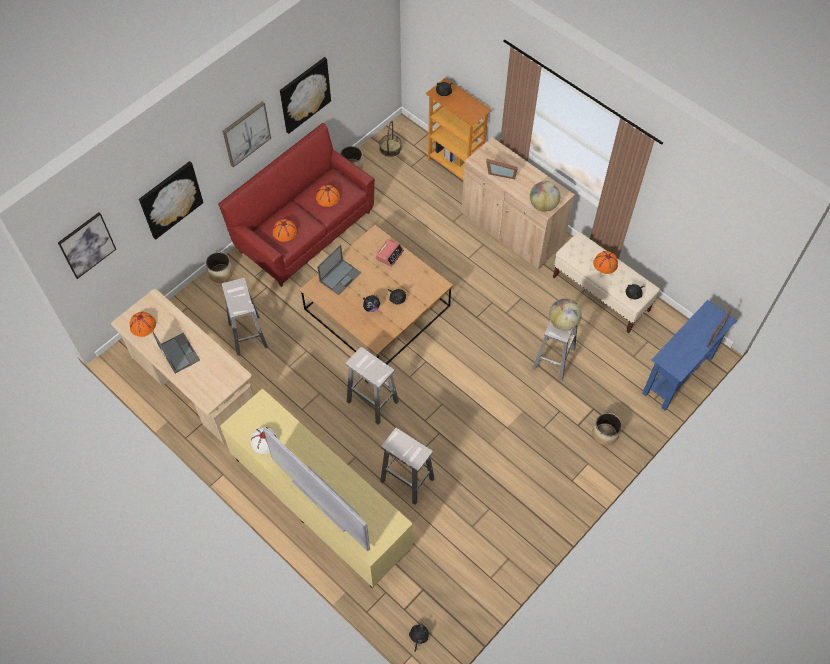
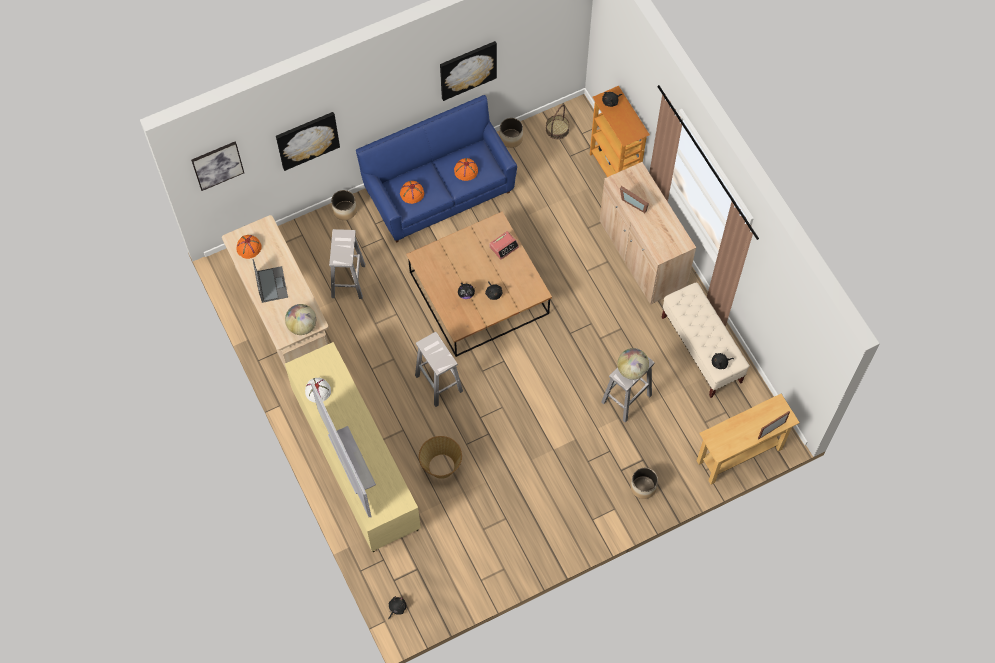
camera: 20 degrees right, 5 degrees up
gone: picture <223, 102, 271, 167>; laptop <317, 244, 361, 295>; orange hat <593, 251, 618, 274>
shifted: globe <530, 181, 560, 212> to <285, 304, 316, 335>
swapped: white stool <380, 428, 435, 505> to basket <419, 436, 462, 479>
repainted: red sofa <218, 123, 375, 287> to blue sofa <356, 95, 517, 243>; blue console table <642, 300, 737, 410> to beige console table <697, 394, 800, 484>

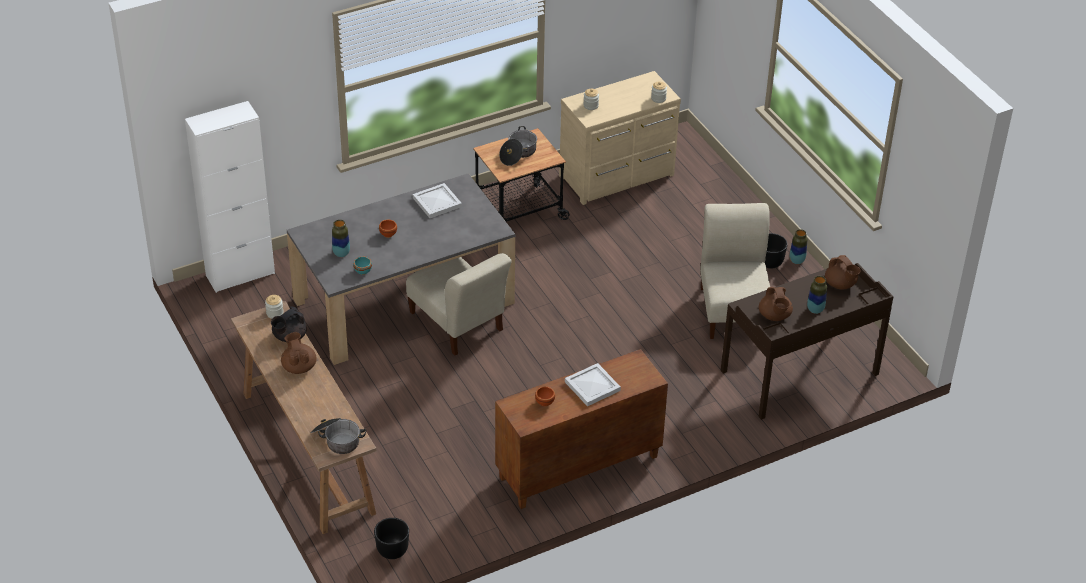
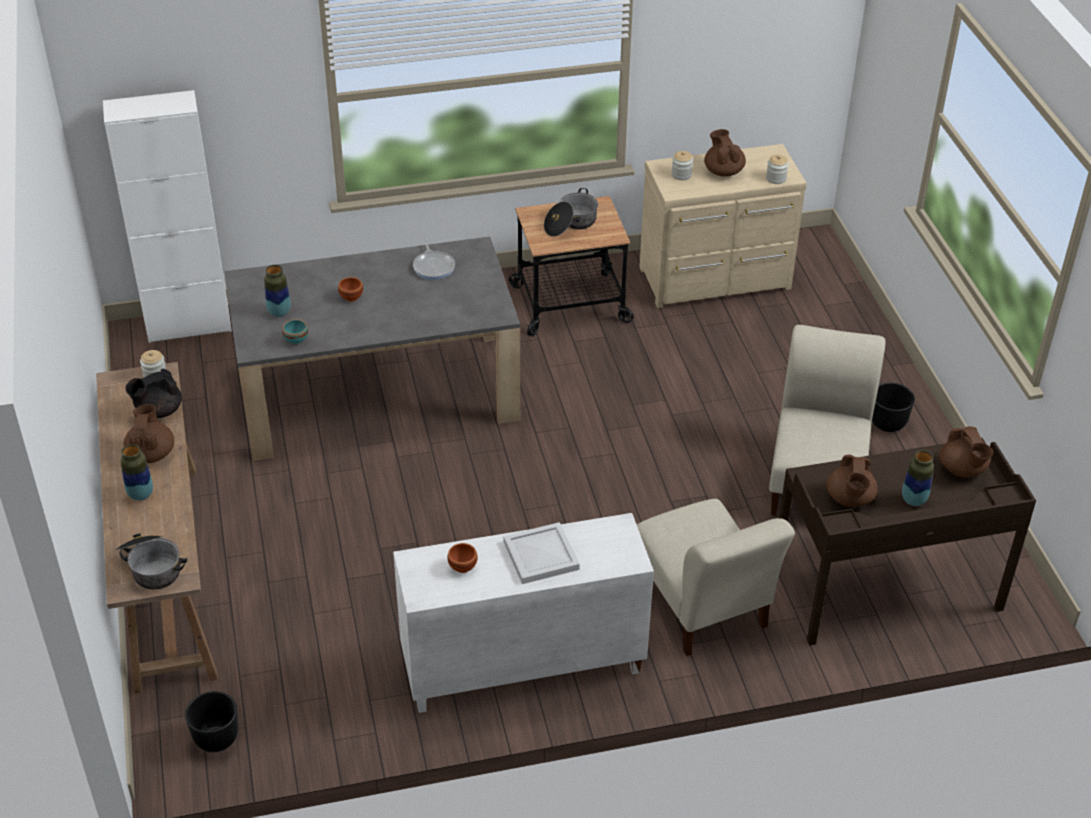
camera: 15 degrees right, 0 degrees up
new: brown teapot <704, 129, 746, 177>
shifted: vase <790, 229, 807, 264> to <121, 444, 153, 501>; beige chair <406, 253, 512, 356> to <637, 499, 795, 656>
swapped: white tray <413, 183, 462, 218> to frying pan <413, 238, 455, 280>
repainted: brown cabinet <495, 349, 668, 509> to white cabinet <393, 513, 654, 713>

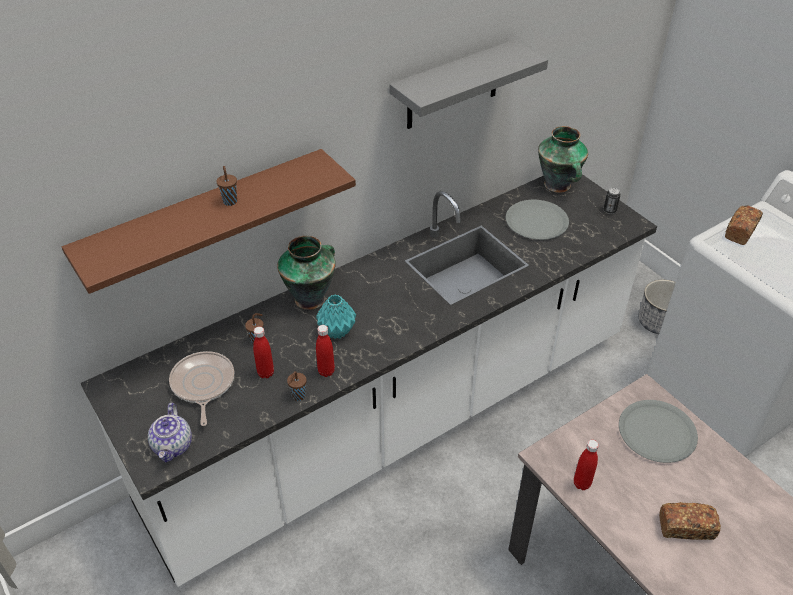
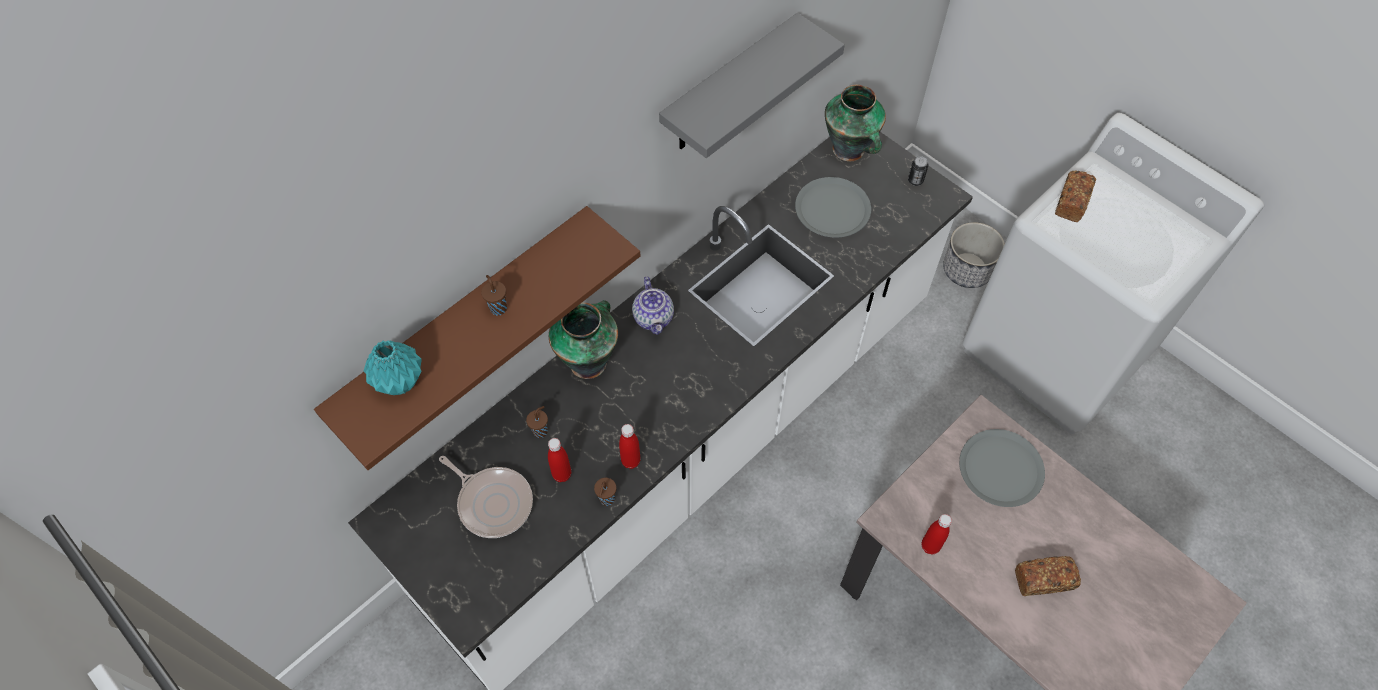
camera: 10 degrees left, 15 degrees up
shifted: turquoise vase <316, 295, 356, 339> to <364, 340, 422, 395>; teapot <148, 403, 192, 462> to <632, 277, 674, 335>
rotated: frying pan <169, 351, 234, 426> = <439, 456, 533, 538> 150 degrees clockwise

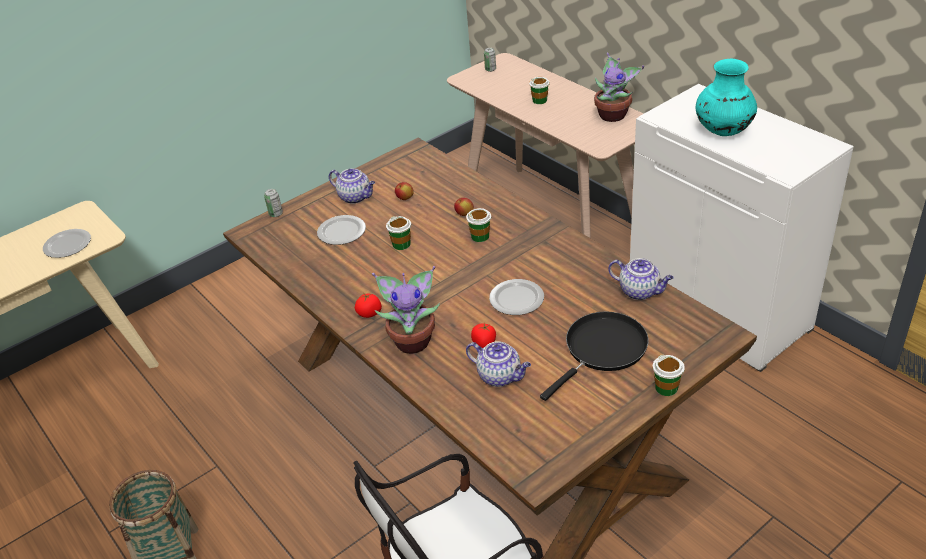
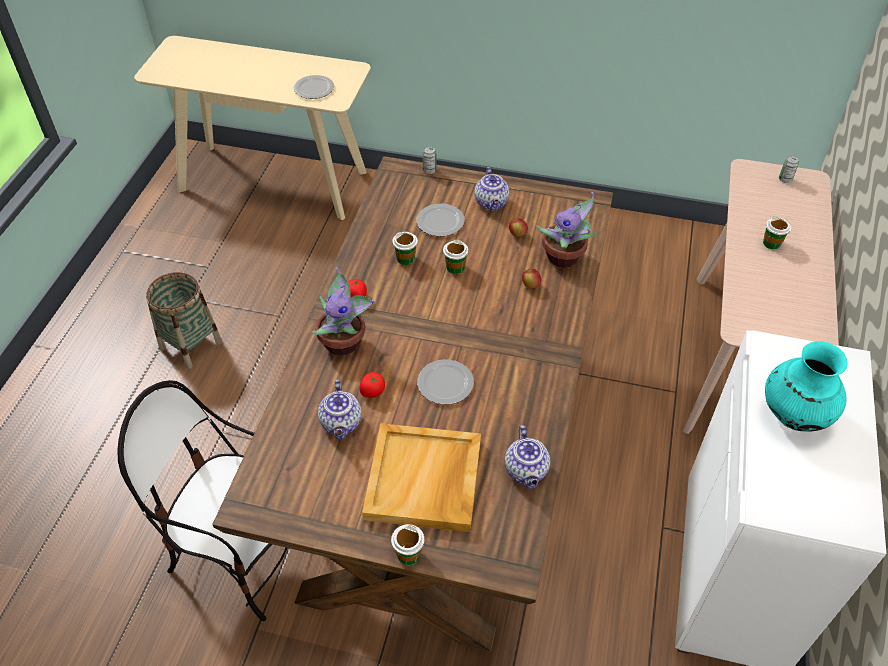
camera: 50 degrees right, 10 degrees up
shifted: potted plant <594, 53, 644, 122> to <536, 192, 597, 268>; cup <466, 208, 491, 242> to <392, 232, 418, 265>
swapped: black frying pan <540, 311, 649, 401> to beige tray <362, 423, 481, 532>

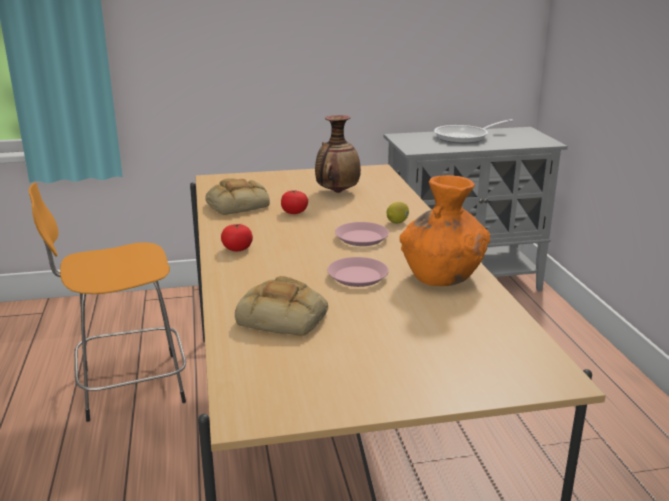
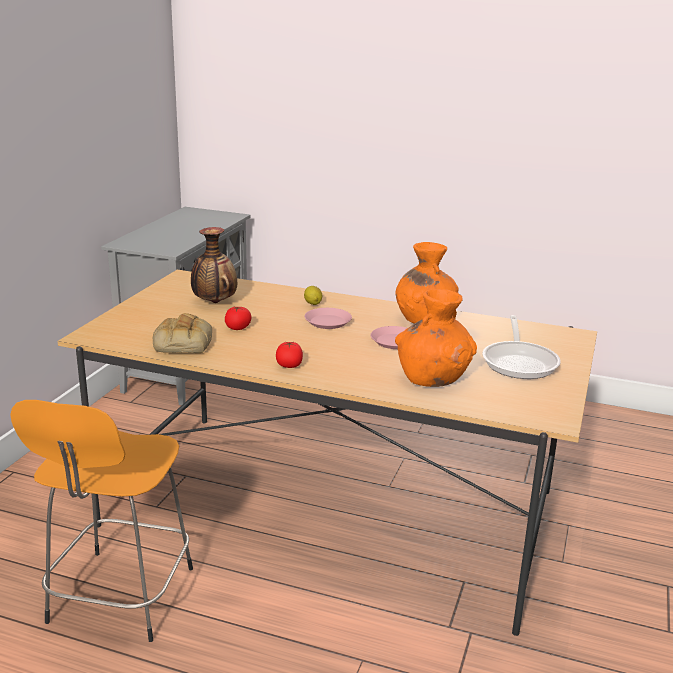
camera: 60 degrees left, 0 degrees up
shifted: frying pan <434, 119, 514, 143> to <482, 315, 561, 379>
swapped: bread <235, 276, 328, 336> to orange vase <395, 289, 477, 387>

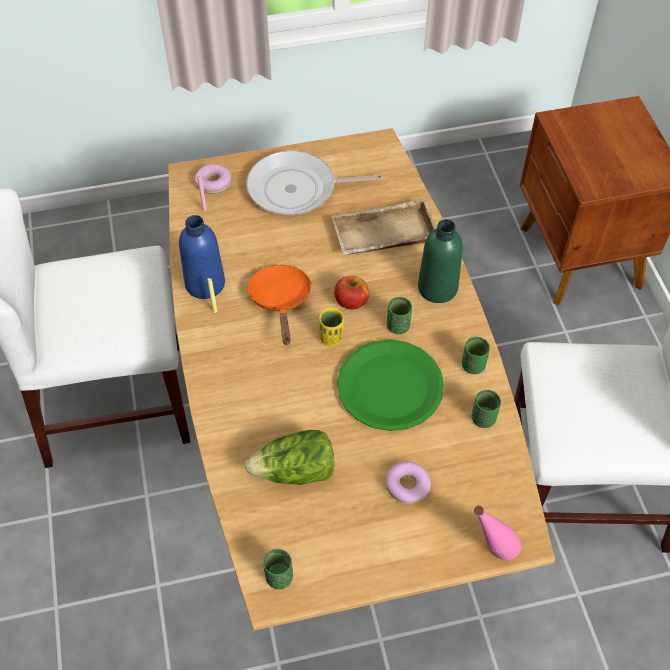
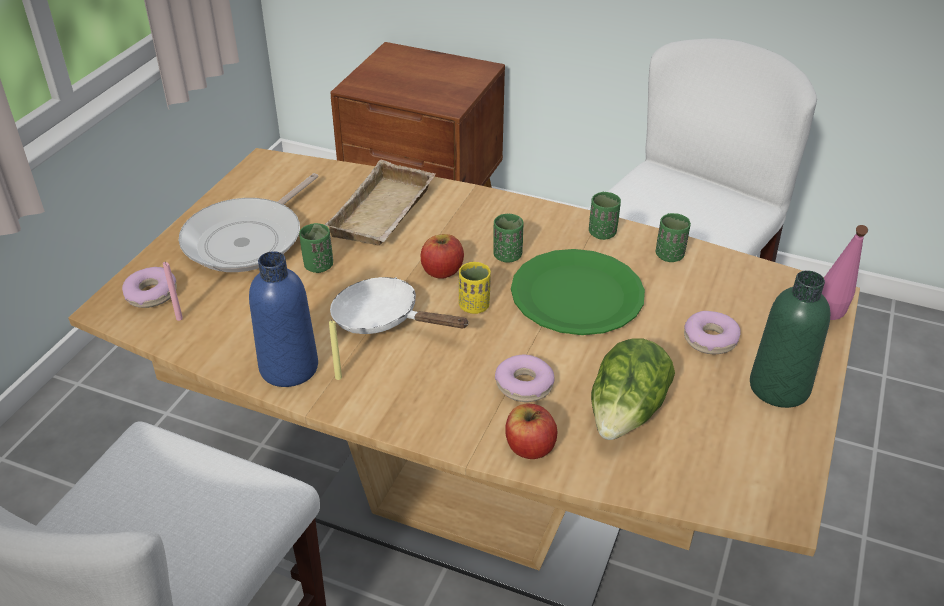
camera: 55 degrees left, 15 degrees down
new: donut <495, 355, 554, 402>; apple <505, 404, 557, 459>
shifted: green bottle <418, 219, 463, 303> to <750, 270, 830, 408>; green cup <263, 549, 293, 589> to <299, 223, 333, 273>
repainted: orange frying pan <246, 265, 312, 345> to white frying pan <330, 277, 469, 334>

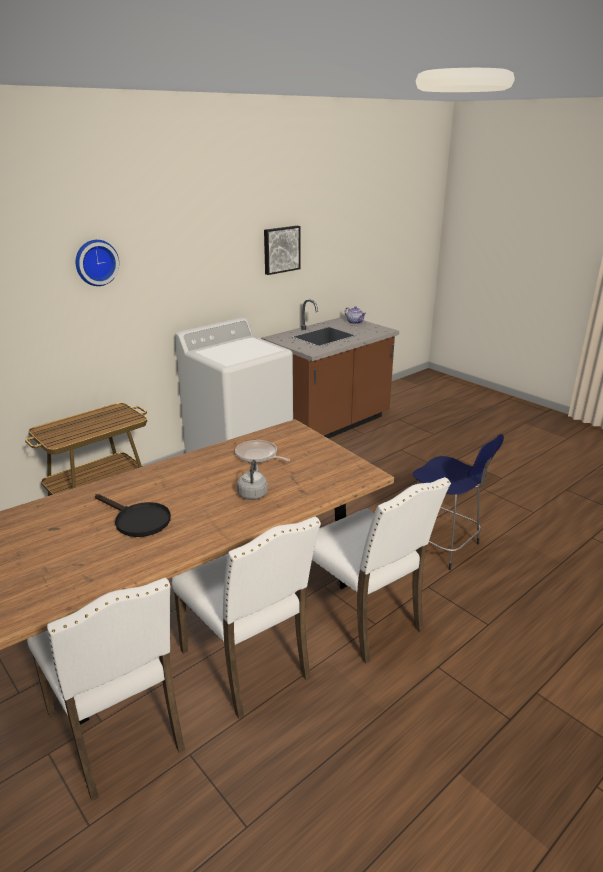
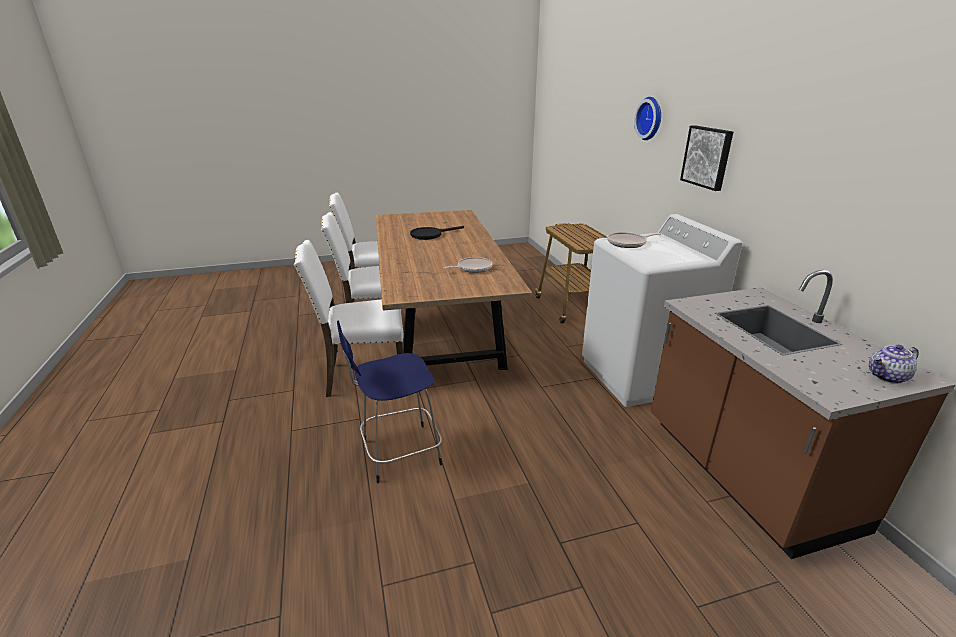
camera: 115 degrees right, 0 degrees up
gone: grey kettle <237, 460, 268, 500>
new: frying pan <607, 232, 661, 248>
shifted: picture <264, 226, 301, 275> to <680, 125, 733, 191>

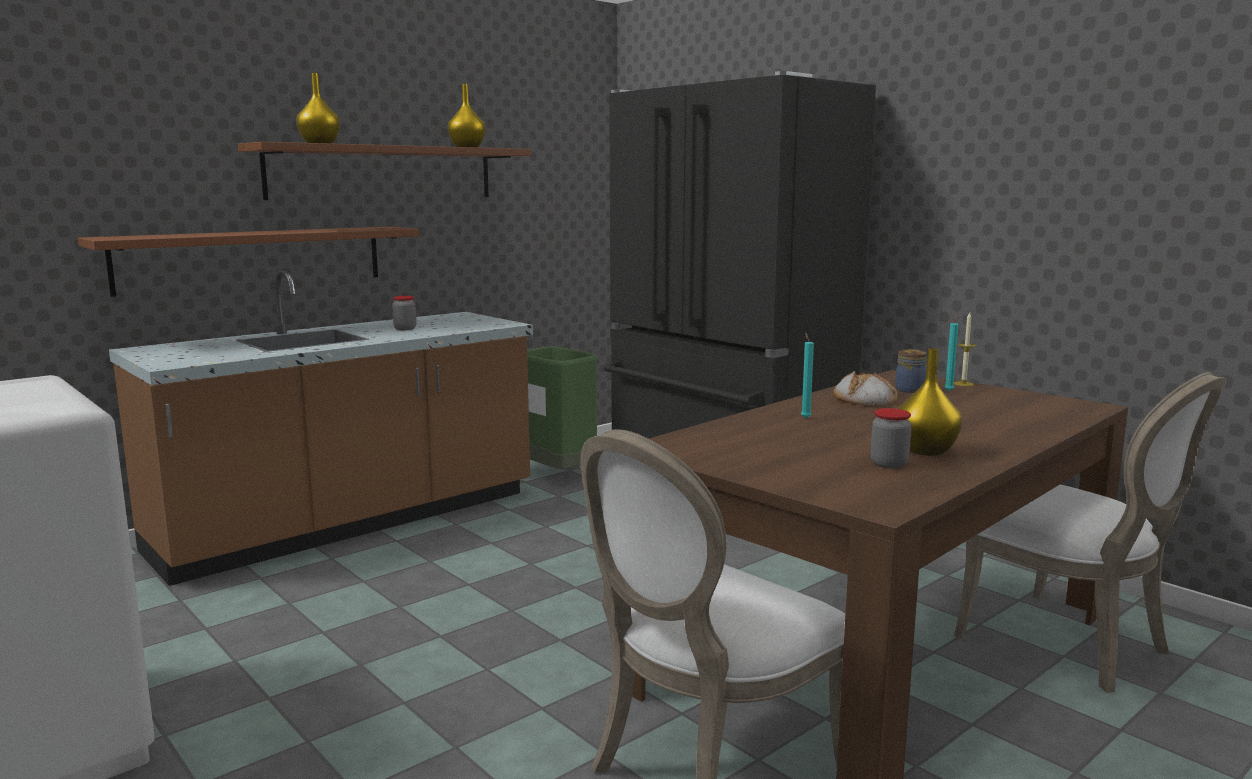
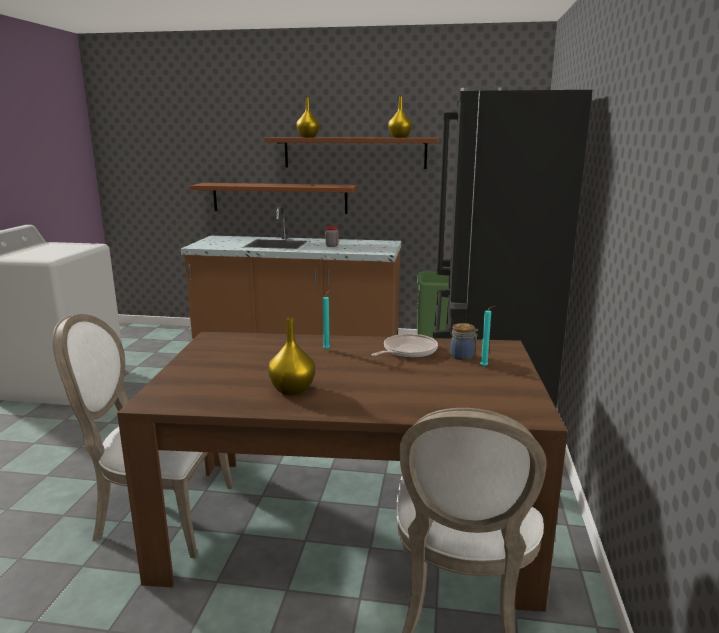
camera: 50 degrees right, 5 degrees up
gone: candle <954, 313, 976, 386>; jar <870, 408, 912, 469>
swapped: bread <833, 371, 898, 406> to frying pan <372, 334, 438, 358>

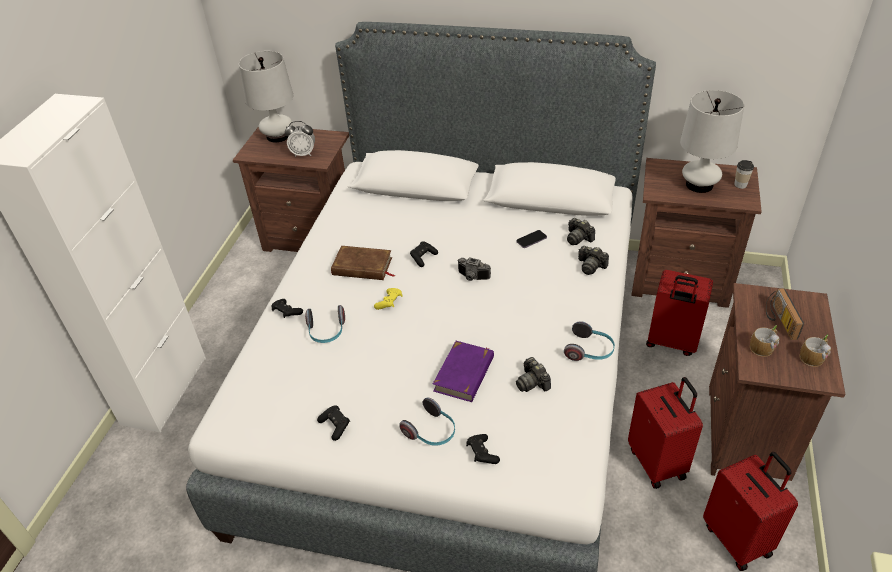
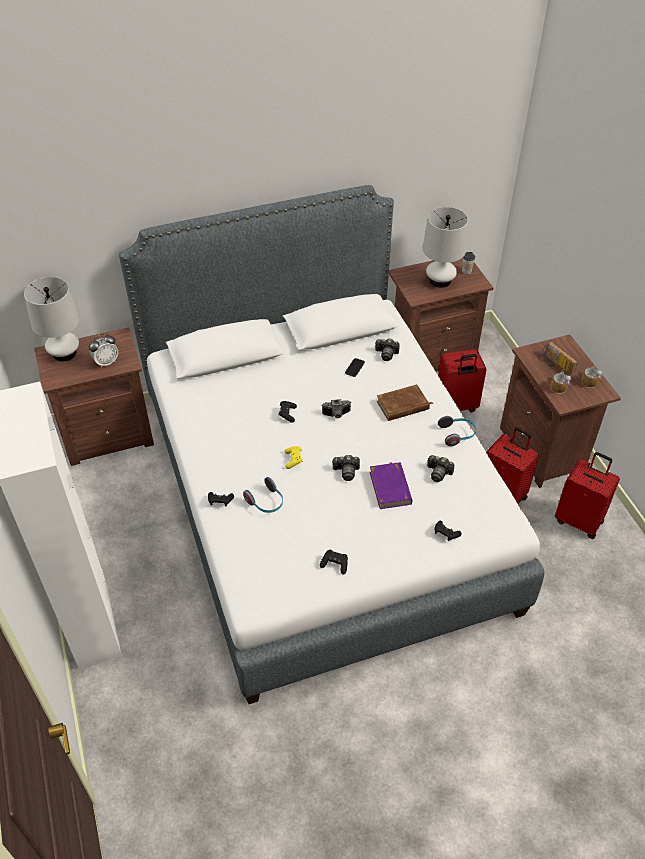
camera: 35 degrees left, 5 degrees up
gone: headphones <399, 398, 455, 446>
shifted: brown book <331, 246, 395, 280> to <376, 384, 434, 421>; photo camera <578, 246, 609, 275> to <332, 455, 360, 481>

